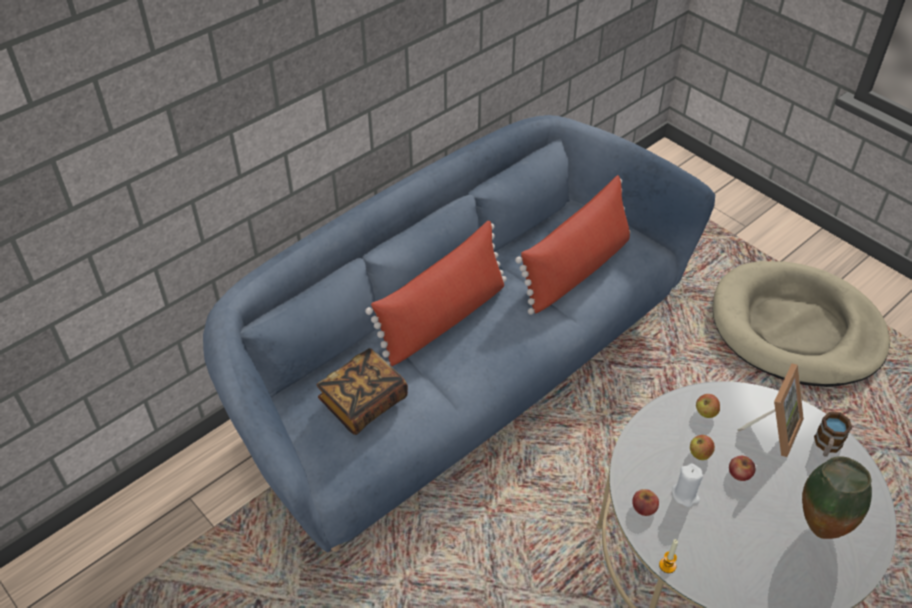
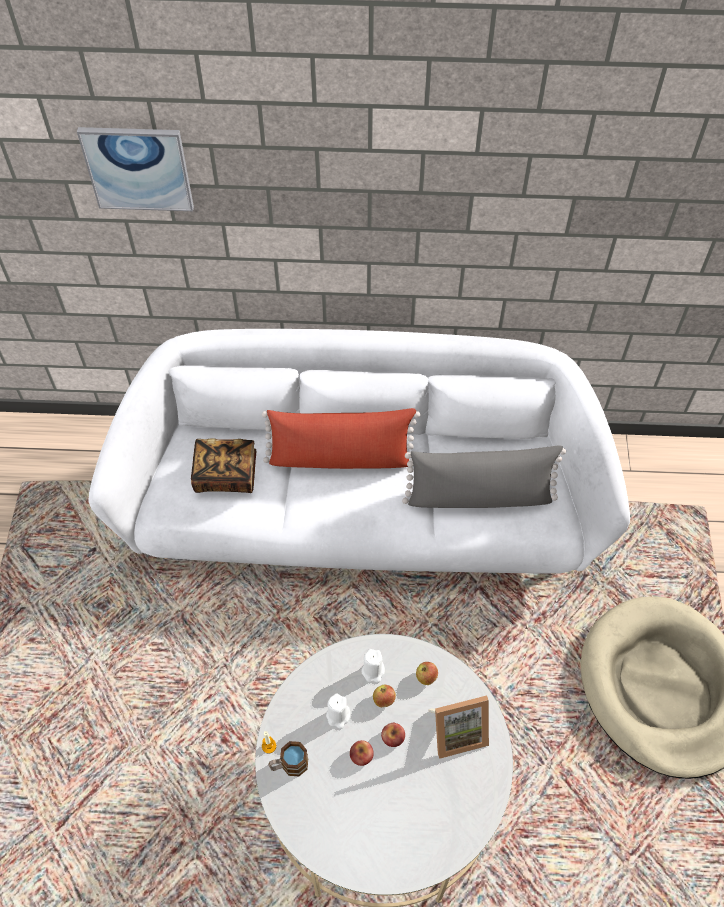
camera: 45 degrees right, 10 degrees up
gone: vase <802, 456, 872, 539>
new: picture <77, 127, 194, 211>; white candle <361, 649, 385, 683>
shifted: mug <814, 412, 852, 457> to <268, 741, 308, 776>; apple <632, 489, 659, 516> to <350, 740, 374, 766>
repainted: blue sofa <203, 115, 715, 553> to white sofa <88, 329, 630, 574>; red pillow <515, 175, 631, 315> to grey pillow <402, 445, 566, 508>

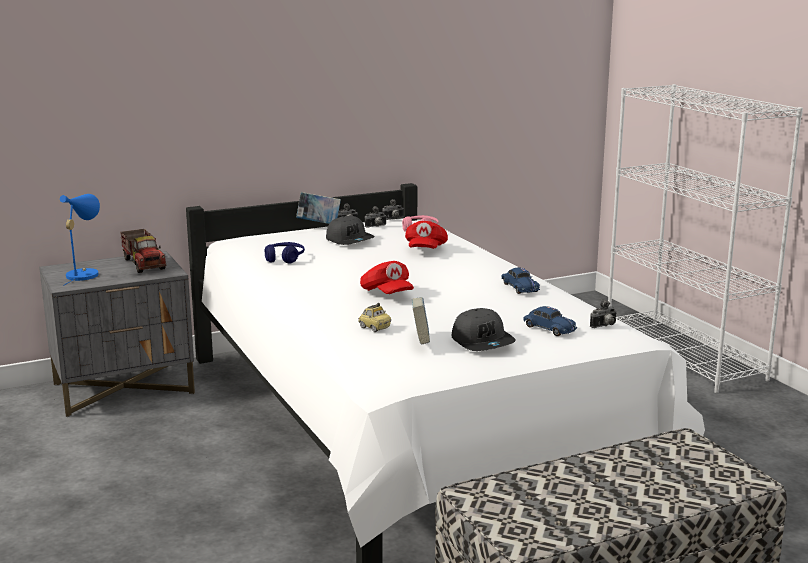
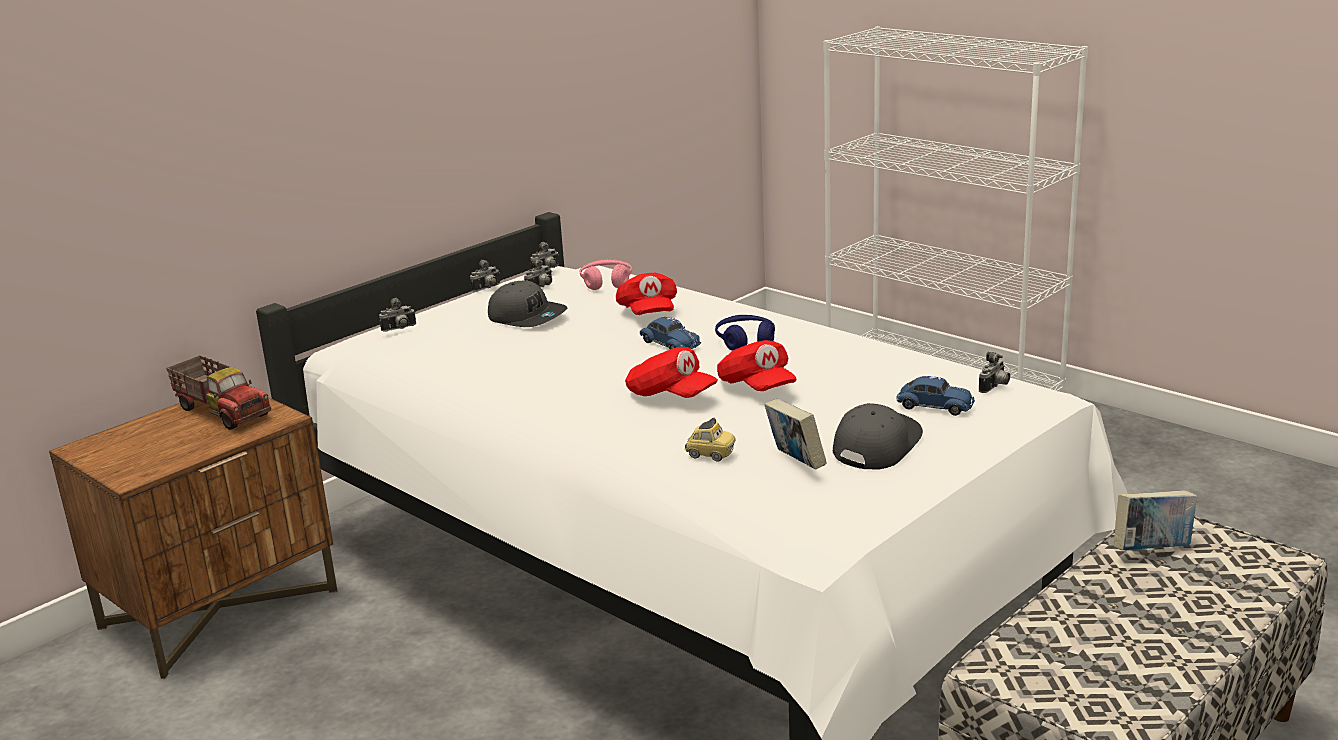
camera: 20 degrees left, 5 degrees up
gone: blue table lamp <60, 194, 100, 286>
new: photo camera <379, 298, 416, 332>; red cap <717, 340, 796, 391>
shifted: book <296, 192, 341, 224> to <1114, 490, 1197, 550>; blue headphones <265, 242, 305, 264> to <715, 315, 775, 351>; blue toy car <501, 268, 540, 294> to <640, 317, 701, 349>
repainted: grey nightstand <39, 251, 195, 417> to brown nightstand <49, 397, 337, 679>
rotated: grey cap <452, 308, 516, 351> = <833, 403, 923, 469> 105 degrees counterclockwise

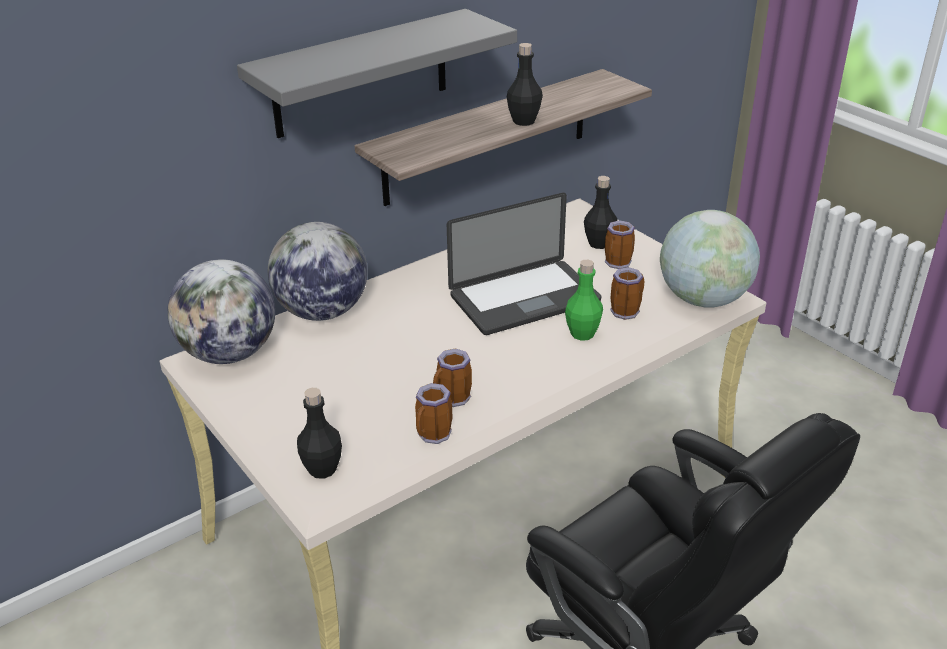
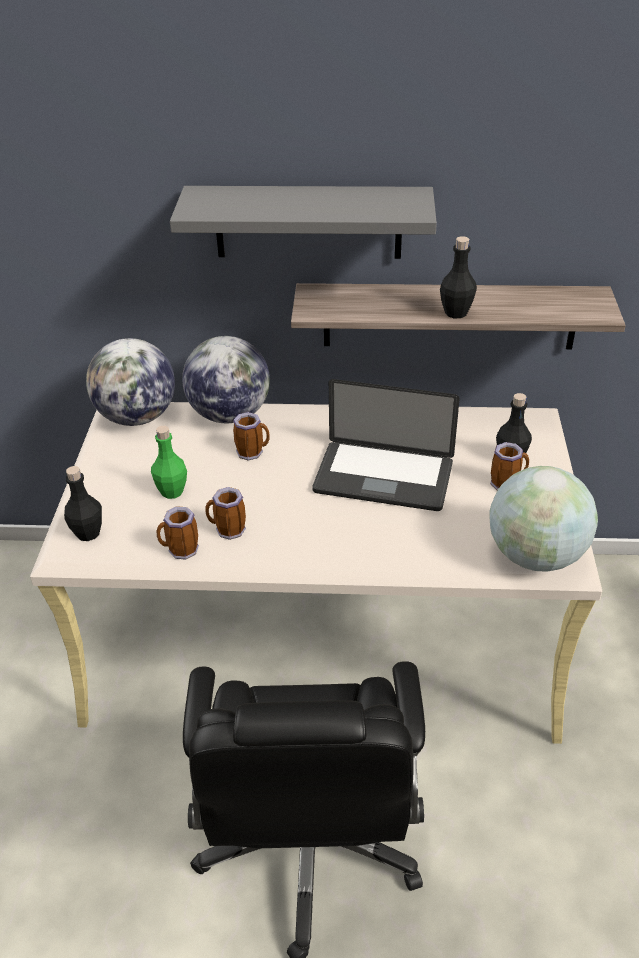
camera: 40 degrees right, 5 degrees up
shifted: green bottle <565, 260, 603, 341> to <151, 426, 187, 499>; mug <610, 267, 644, 320> to <233, 412, 270, 460>

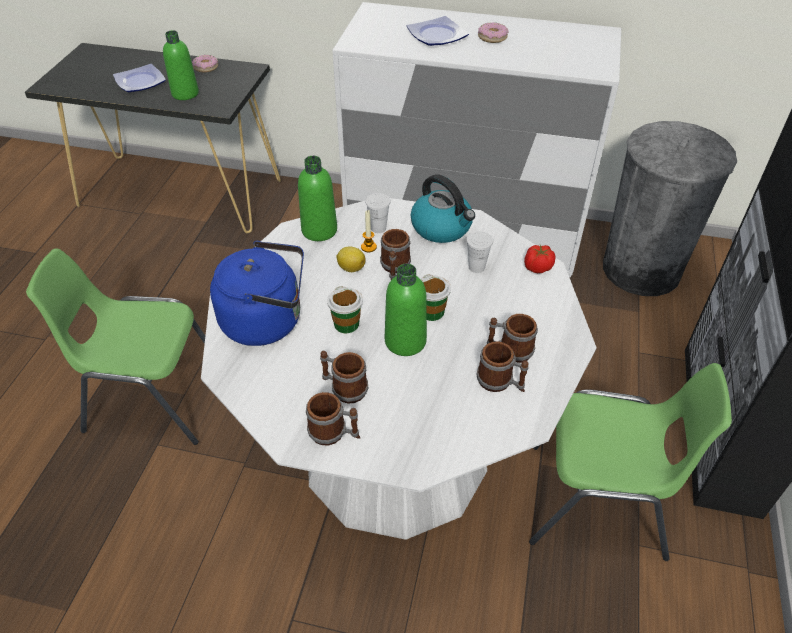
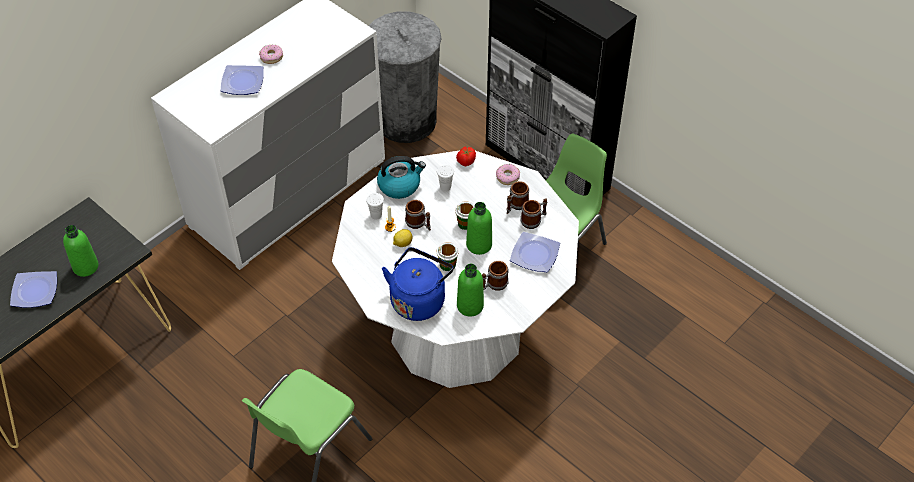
camera: 60 degrees left, 5 degrees up
gone: mug <306, 392, 360, 445>
new: plate <510, 232, 560, 272>
shifted: donut <192, 55, 218, 72> to <496, 164, 520, 185>; green bottle <298, 156, 337, 241> to <457, 264, 484, 317>

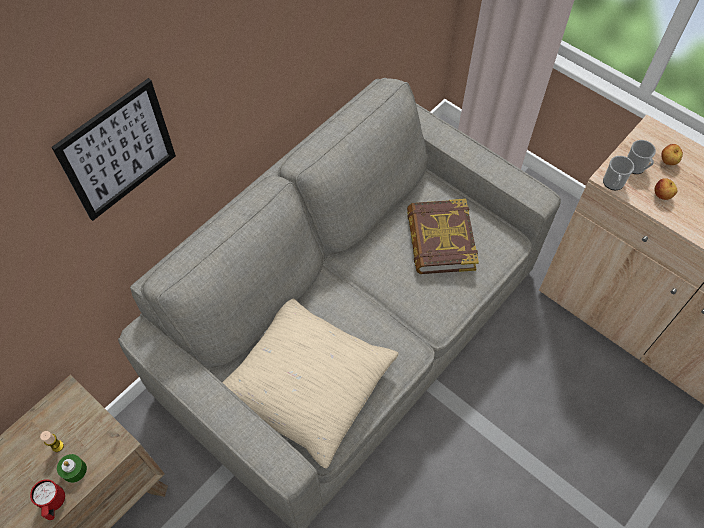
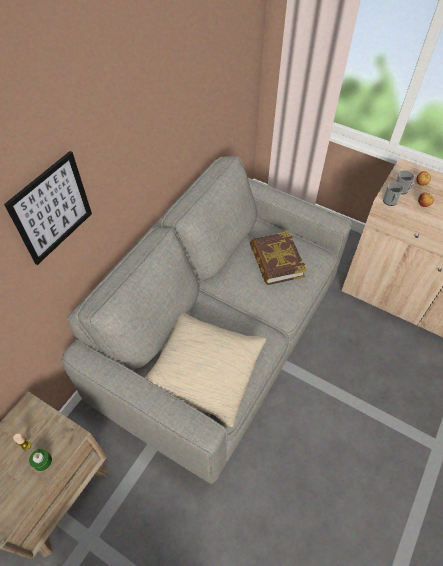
camera: 10 degrees left, 5 degrees down
gone: red mug <30, 479, 65, 520>

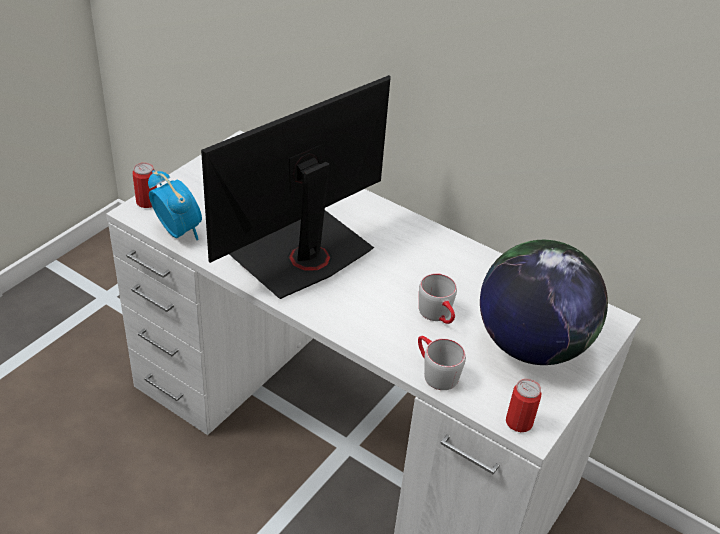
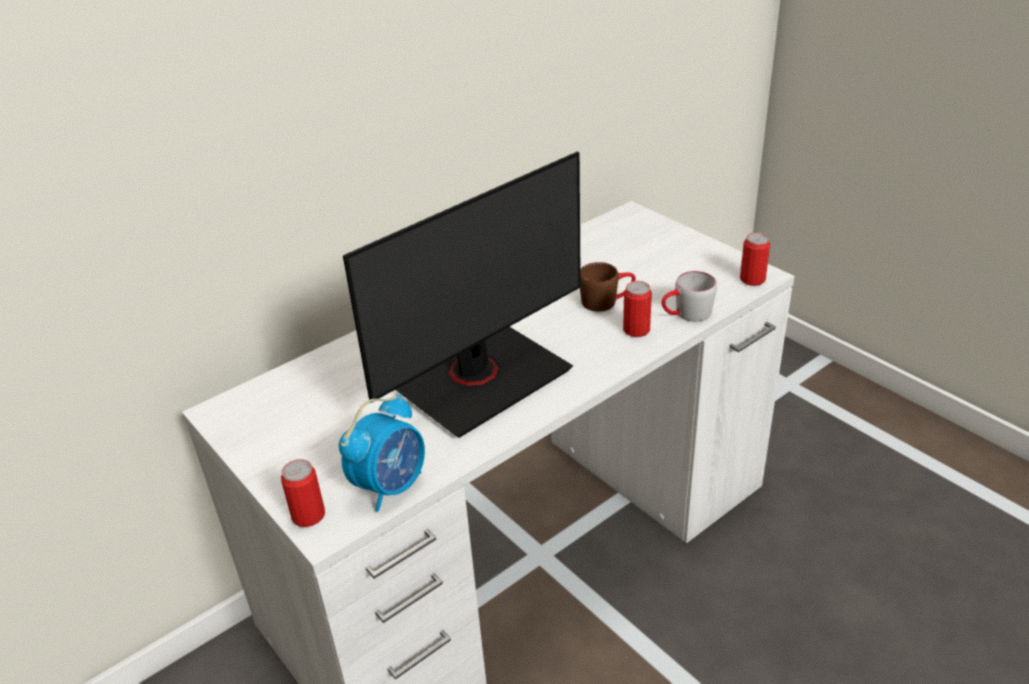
camera: 70 degrees left, 5 degrees down
gone: globe <480, 240, 608, 365>
new: can <623, 281, 652, 337>
repainted: grey mug <419, 273, 457, 324> to brown mug <580, 262, 636, 312>
rotated: monitor <201, 75, 391, 299> = <343, 152, 581, 438> 105 degrees counterclockwise; alarm clock <148, 170, 202, 240> = <339, 394, 425, 512> 150 degrees clockwise

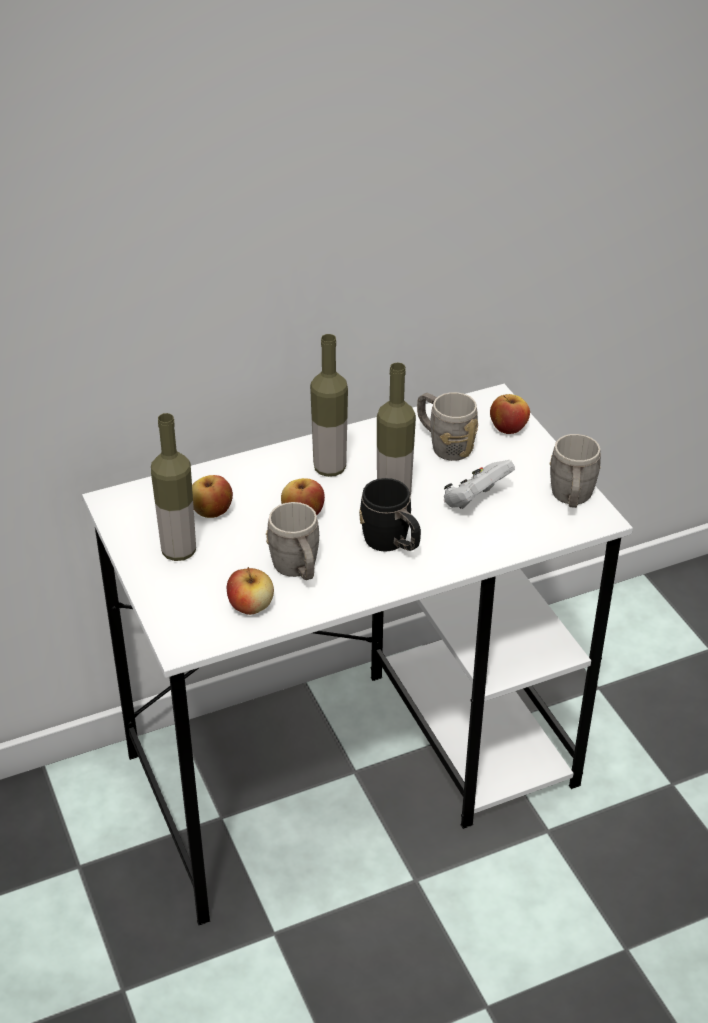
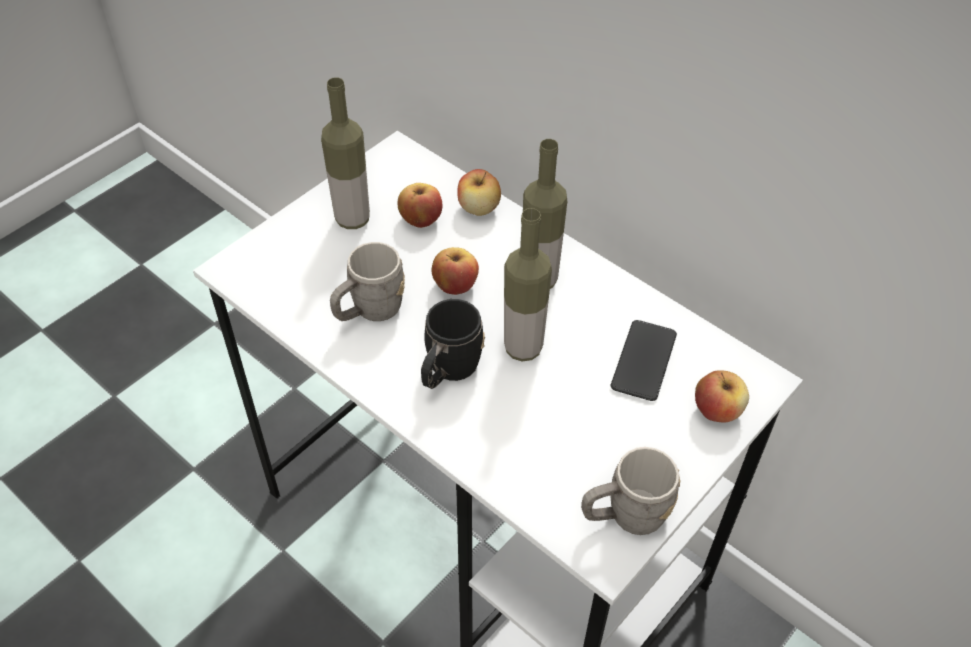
camera: 65 degrees right, 10 degrees up
gone: white game controller <444, 460, 515, 509>
shifted: apple <227, 567, 274, 615> to <457, 169, 501, 216>
swapped: grey mug <417, 392, 478, 461> to phone <611, 320, 677, 401>

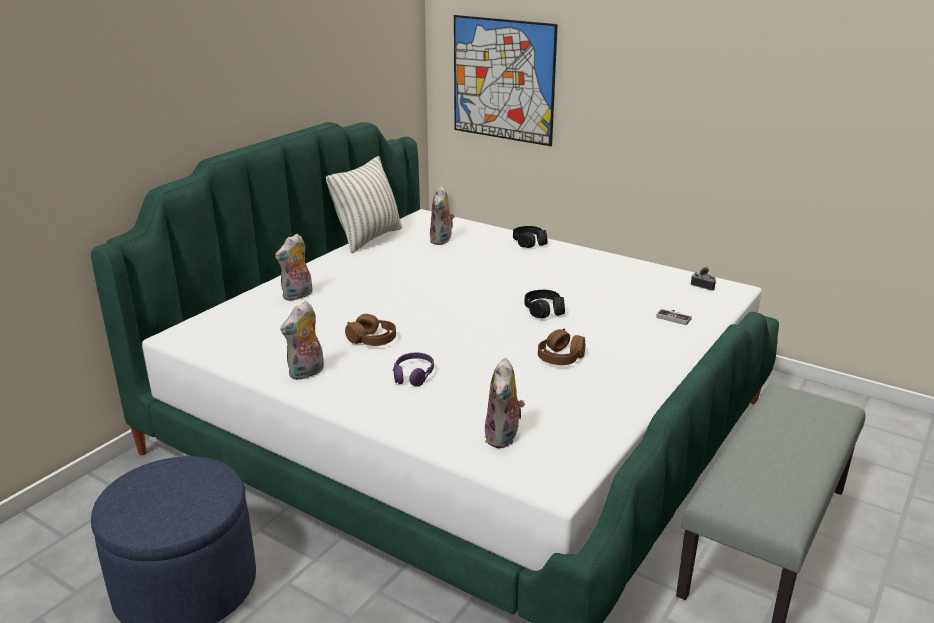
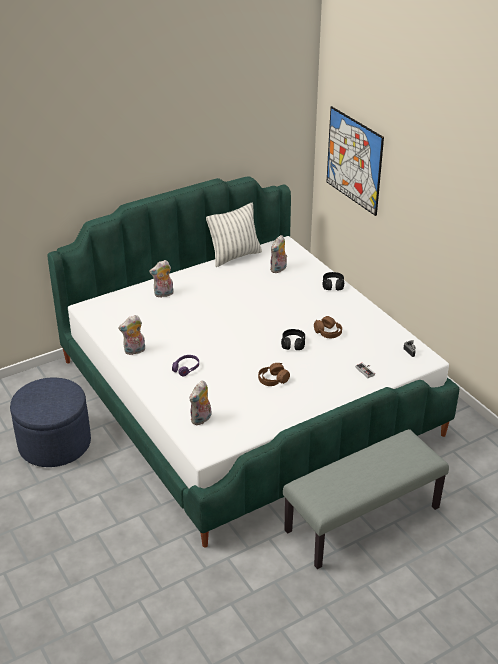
camera: 25 degrees right, 10 degrees up
shifted: brown headphones <345, 314, 396, 346> to <314, 316, 342, 338>

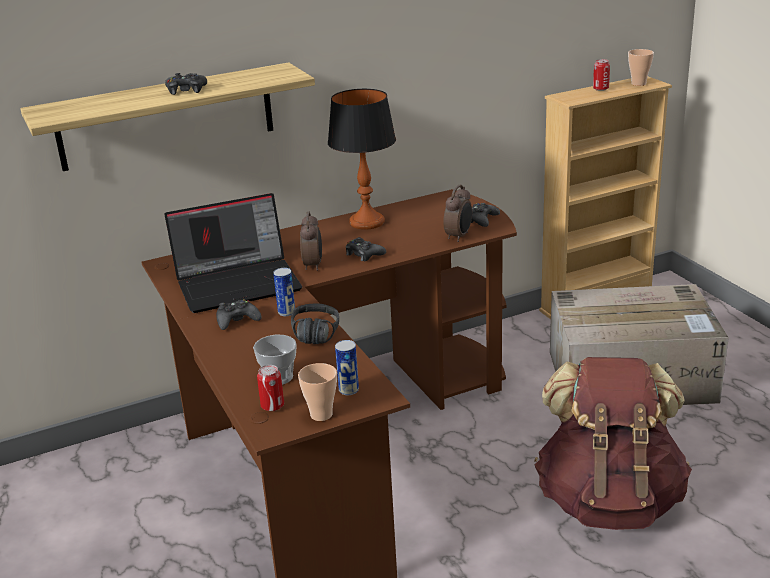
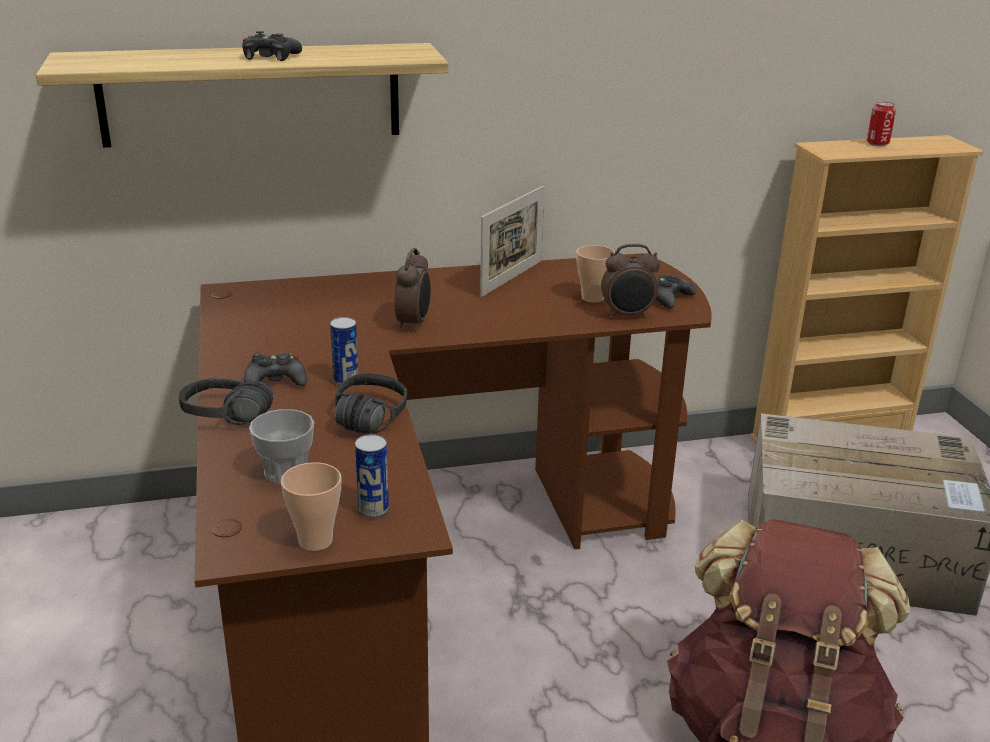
camera: 10 degrees right, 0 degrees up
gone: laptop <164, 193, 302, 313>; black game controller <346, 237, 386, 261>; can <257, 365, 284, 411>
new: black headphones <179, 378, 273, 425>
shifted: cup <628, 49, 654, 86> to <576, 245, 615, 303>
swapped: table lamp <328, 89, 396, 230> to picture frame <480, 186, 544, 297>
rotated: alarm clock <443, 185, 472, 242> = <601, 244, 660, 319> 45 degrees clockwise

